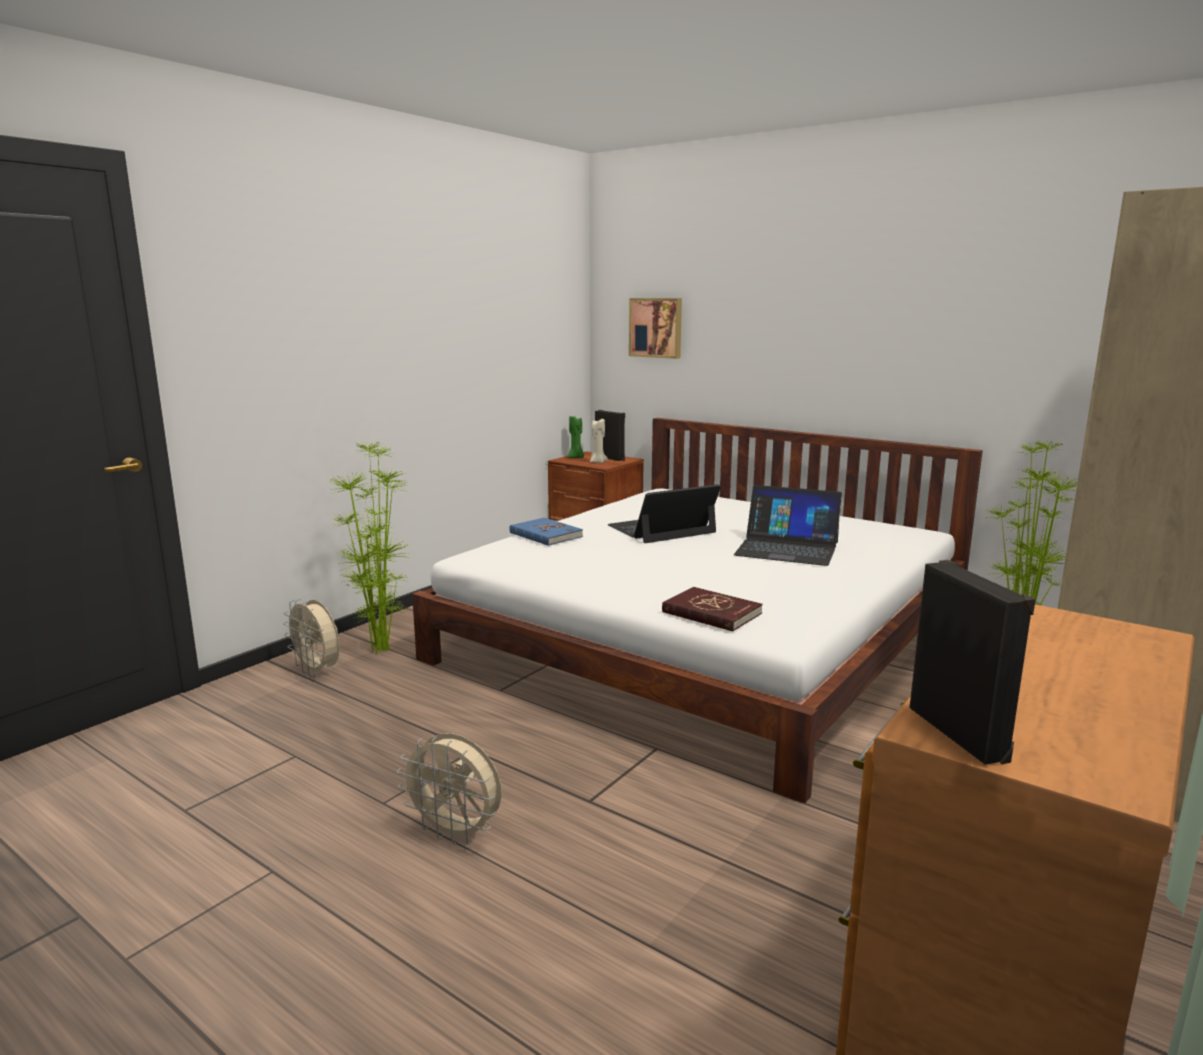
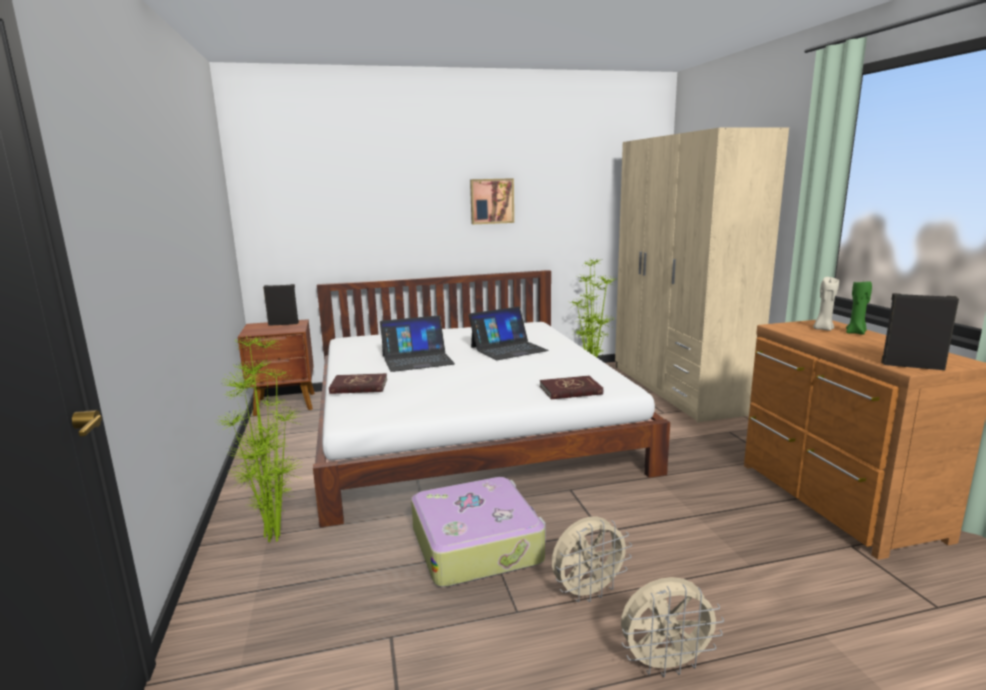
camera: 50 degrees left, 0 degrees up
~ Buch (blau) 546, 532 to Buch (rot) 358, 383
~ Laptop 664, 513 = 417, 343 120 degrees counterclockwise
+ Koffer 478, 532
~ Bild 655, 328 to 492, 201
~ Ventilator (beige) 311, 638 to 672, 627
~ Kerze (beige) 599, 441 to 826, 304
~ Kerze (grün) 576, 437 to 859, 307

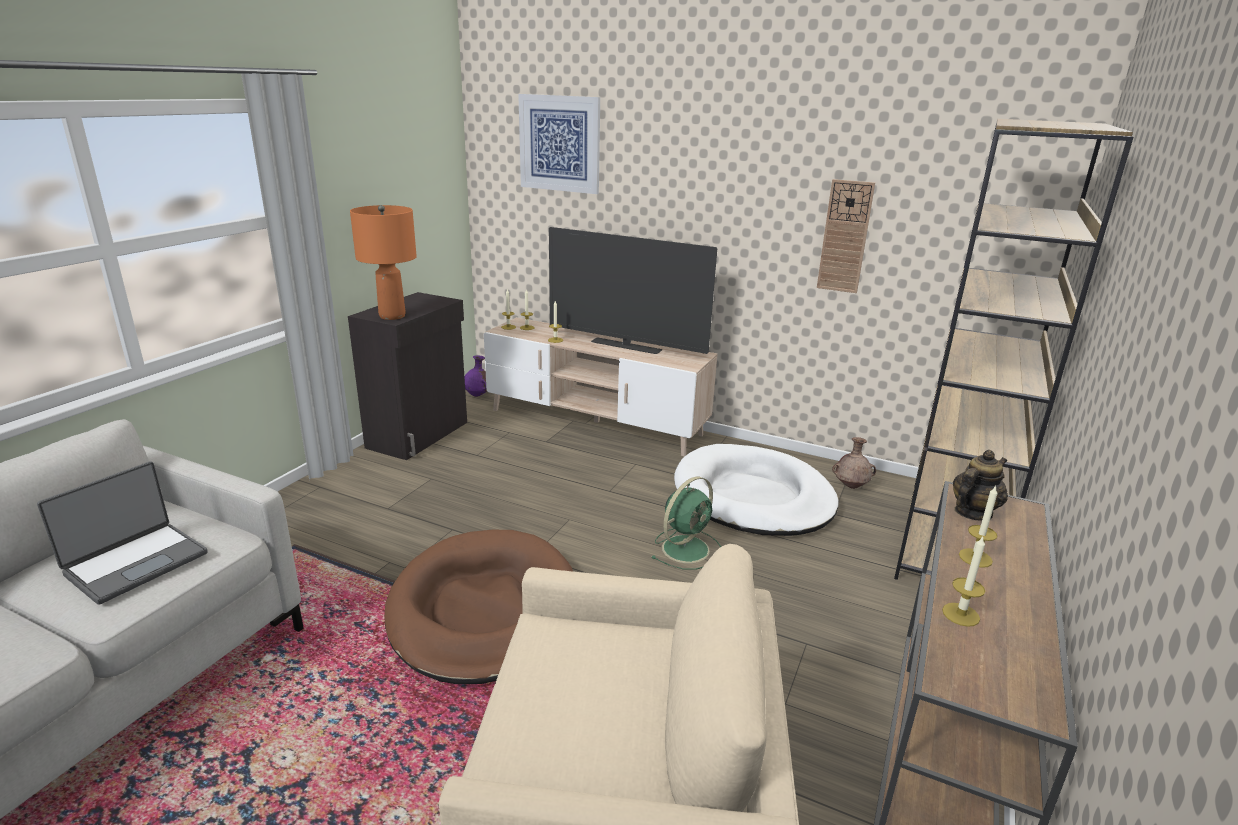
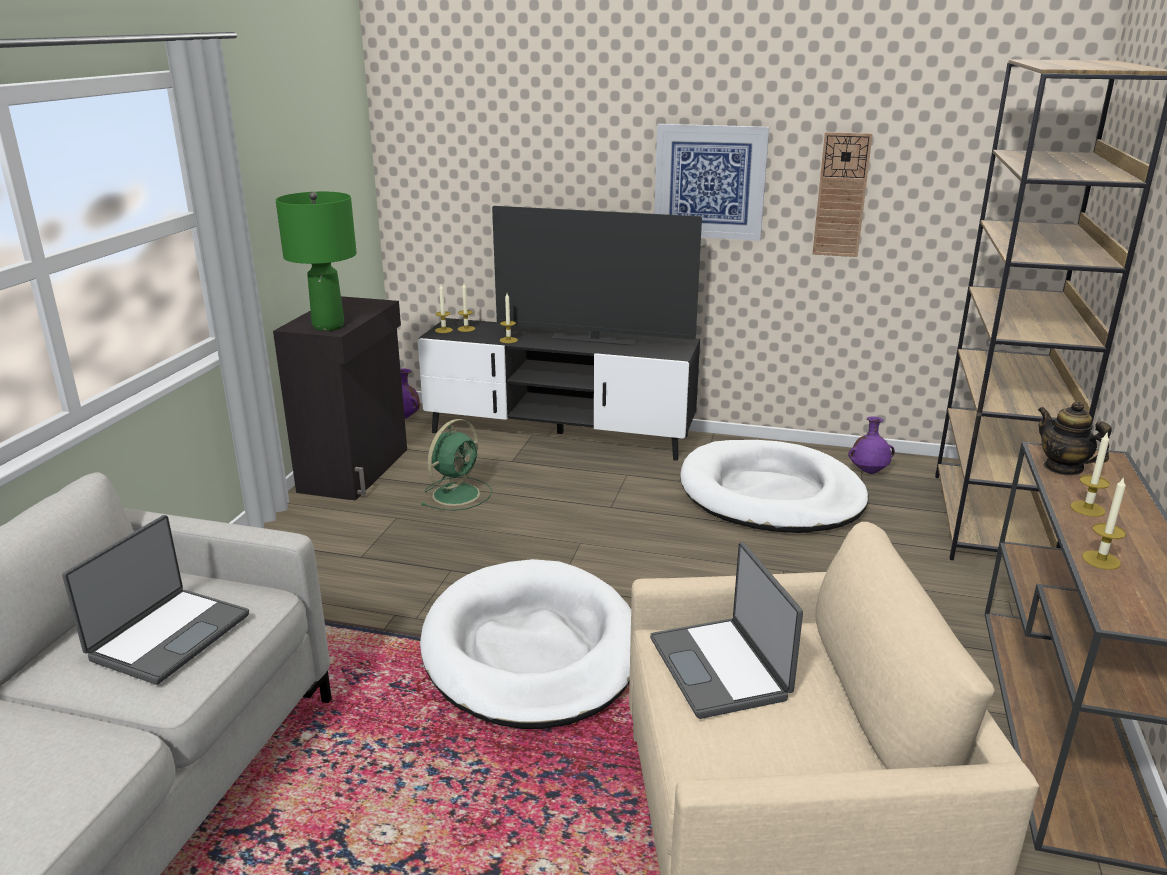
camera: 10 degrees left, 0 degrees up
~ Tischlampe (orange) 383, 262 to Tischlampe (grün) 316, 261
~ Fernsehschrank (beige) 601, 386 to Fernsehschrank (schwarz) 559, 389
~ Hundebett (braun) 478, 607 to Hundebett (weiß) 525, 644
~ Ventilator (grün) 686, 523 to 456, 465
+ Laptop 726, 630
~ Bild 559, 144 to 711, 182
~ Vase (braun) 854, 463 to Vase (lila) 871, 445
~ Teekanne 980, 485 = 1075, 438 75 degrees counterclockwise

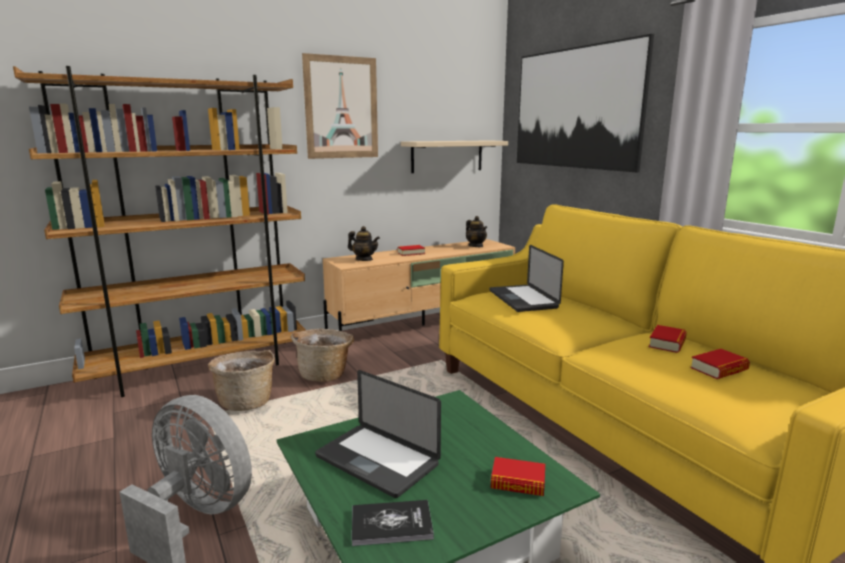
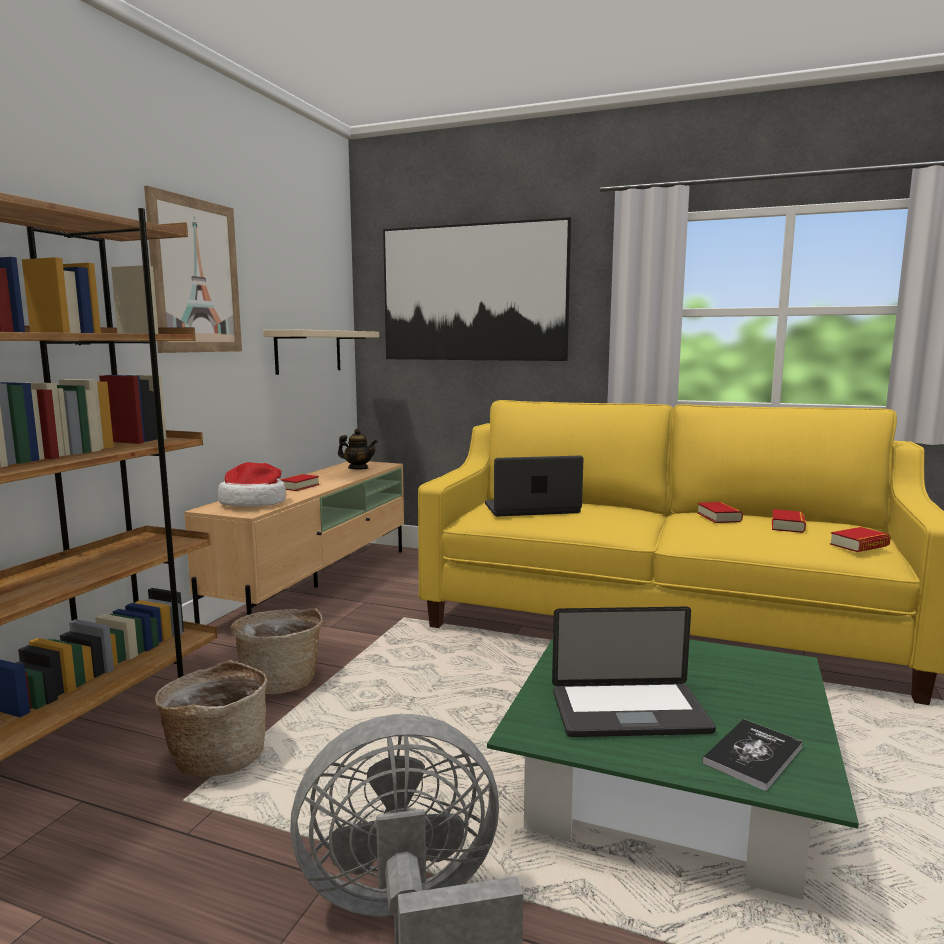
camera: 40 degrees left, 5 degrees down
~ Teekanne 364, 243 to Hut 252, 484
~ Laptop 527, 278 = 534, 486 135 degrees clockwise
~ Buch 518, 476 to 860, 539

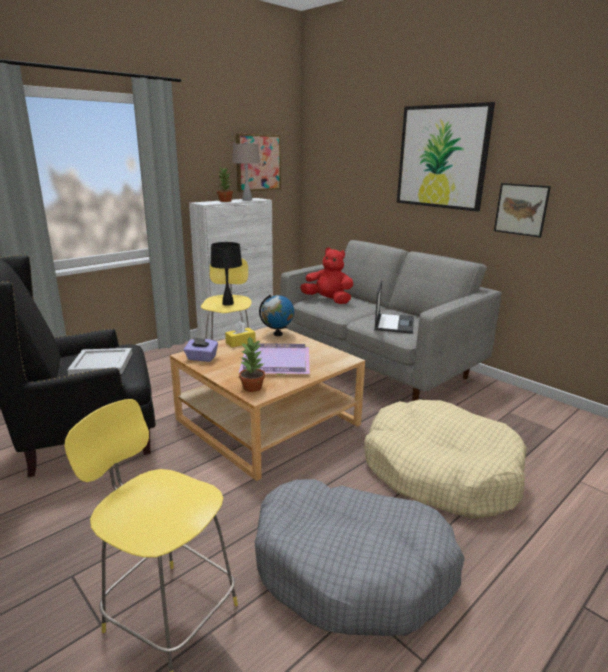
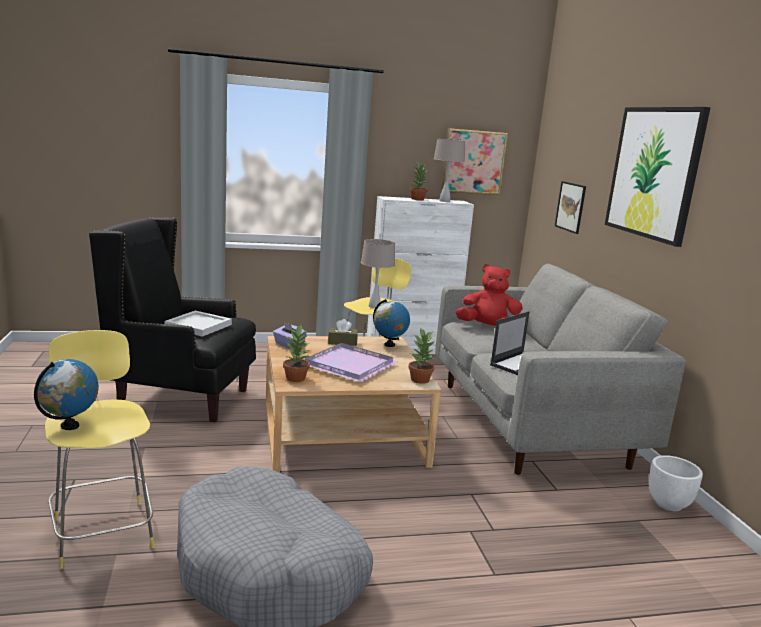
camera: 30 degrees right, 5 degrees down
+ Globus 66, 394
~ Taschentuchbox (gelb) 240, 334 to Taschentuchbox (braun) 343, 332
~ Tischlampe (schwarz) 226, 273 to Tischlampe (beige) 378, 273
+ Topfpflanze 421, 355
~ Plüschtier (rot) 326, 275 = 489, 295 45 degrees counterclockwise
~ Bild 522, 210 to 570, 207
+ Pflanzkübel (weiß) 676, 483
- Hundebett (beige) 445, 459

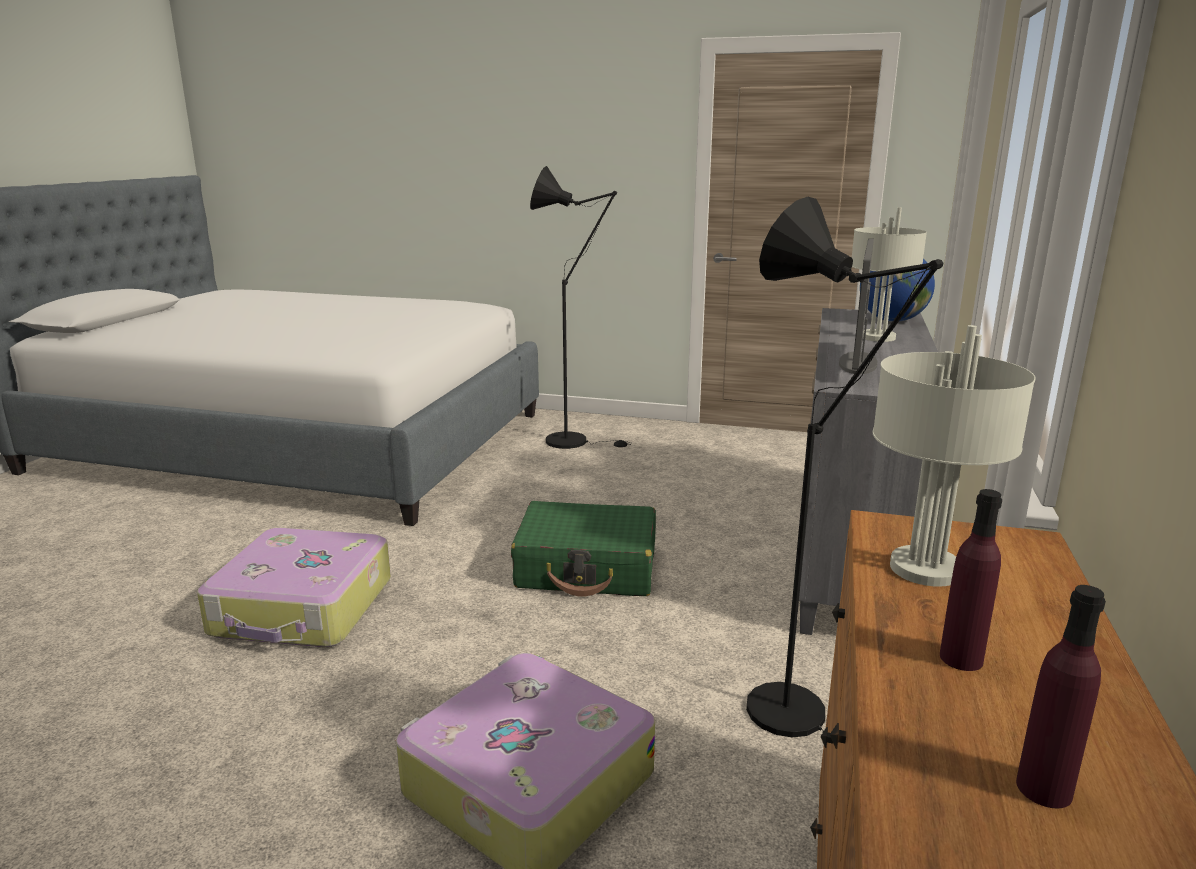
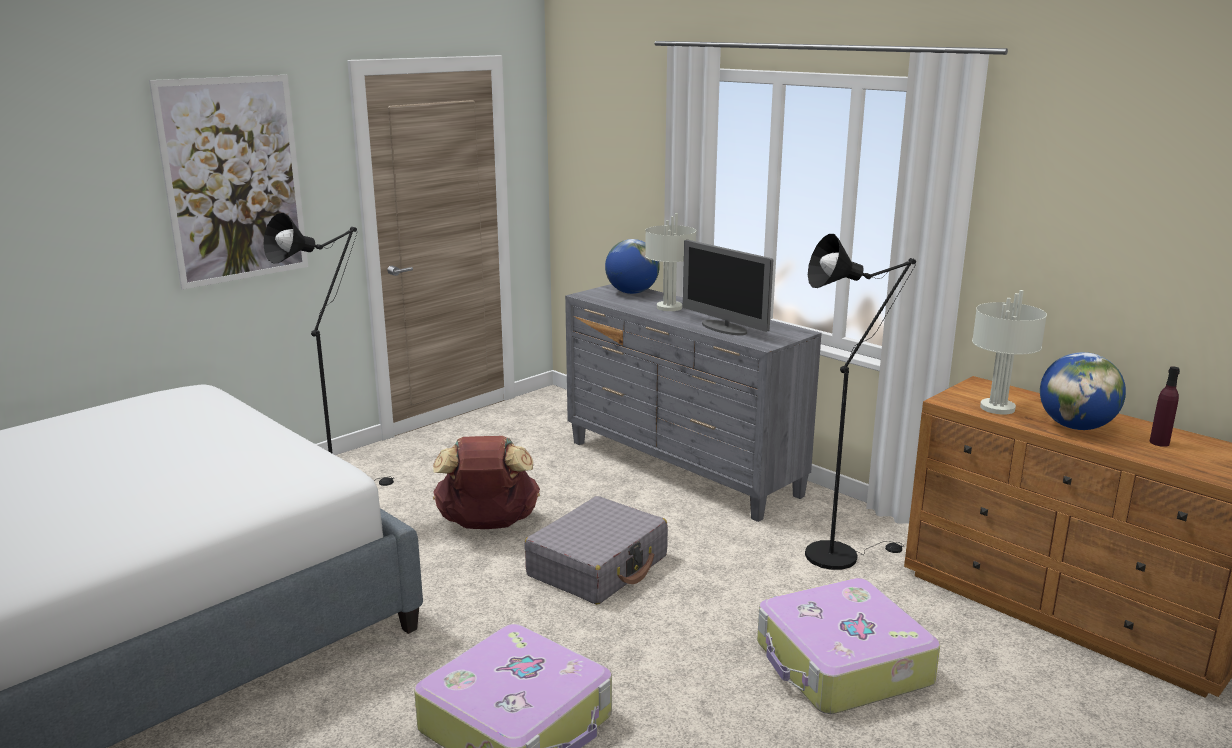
camera: 60 degrees left, 0 degrees up
+ Bild 228, 182
+ Rucksack (braun) 486, 482
~ Koffer (grün) 583, 549 to Koffer (grau) 596, 550
~ Flasche (lila) 971, 580 to Globus 1083, 391

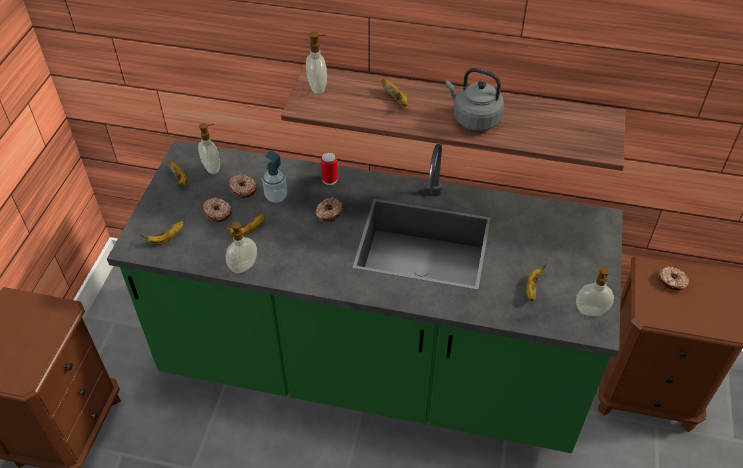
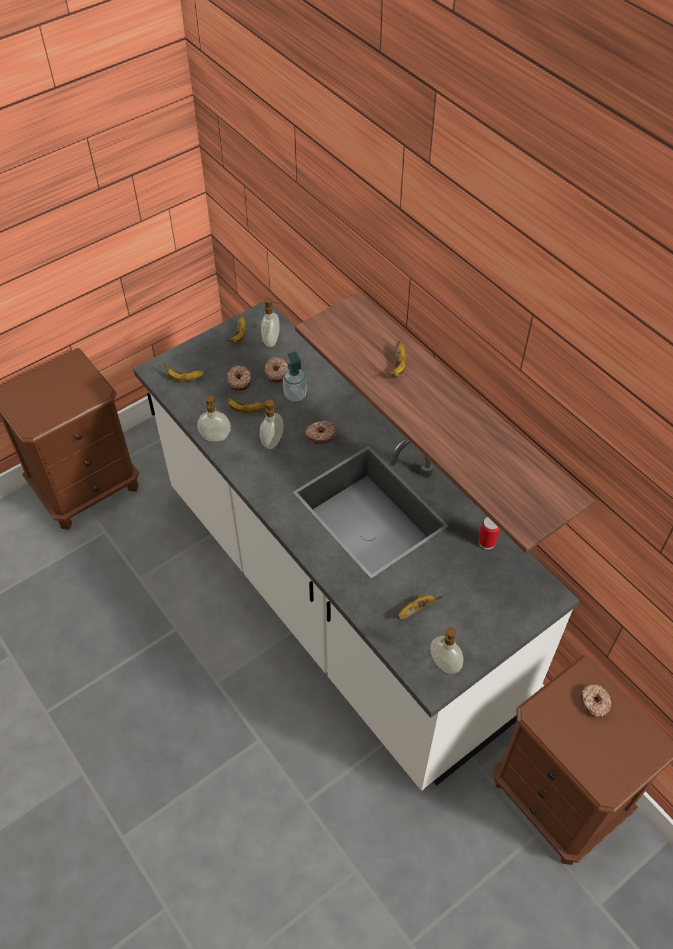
camera: 40 degrees right, 5 degrees up
~ Küchenzeile (grün) 365, 296 to Küchenzeile (weiß) 356, 546
~ Seifenspender 316, 63 to 271, 424
~ Dose 329, 168 to 489, 533
- Wasserkessel (grau) 475, 99

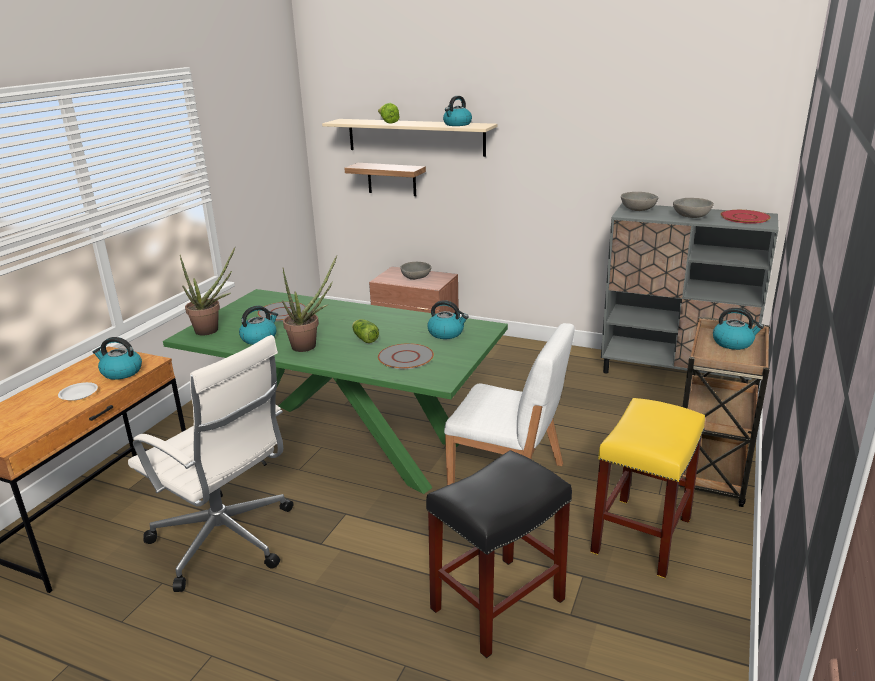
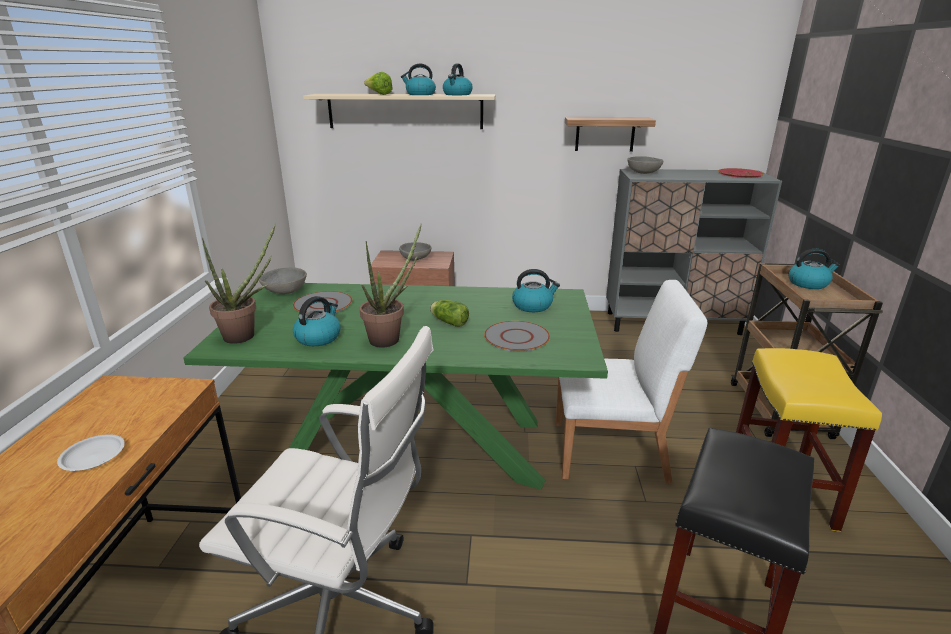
camera: 20 degrees left, 0 degrees up
~ Schüssel (grau) 693, 208 to 283, 281
~ Wasserkessel 117, 358 to 418, 79
~ Wandregal 385, 179 to 610, 134

